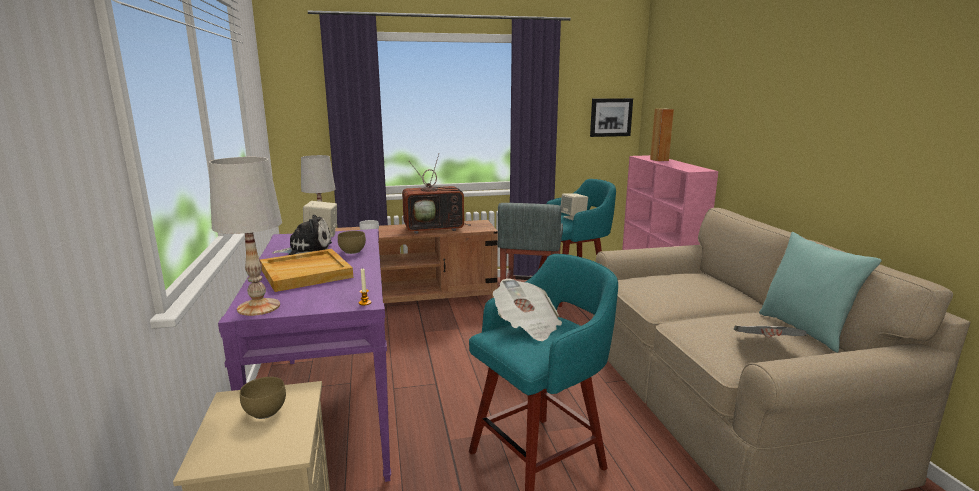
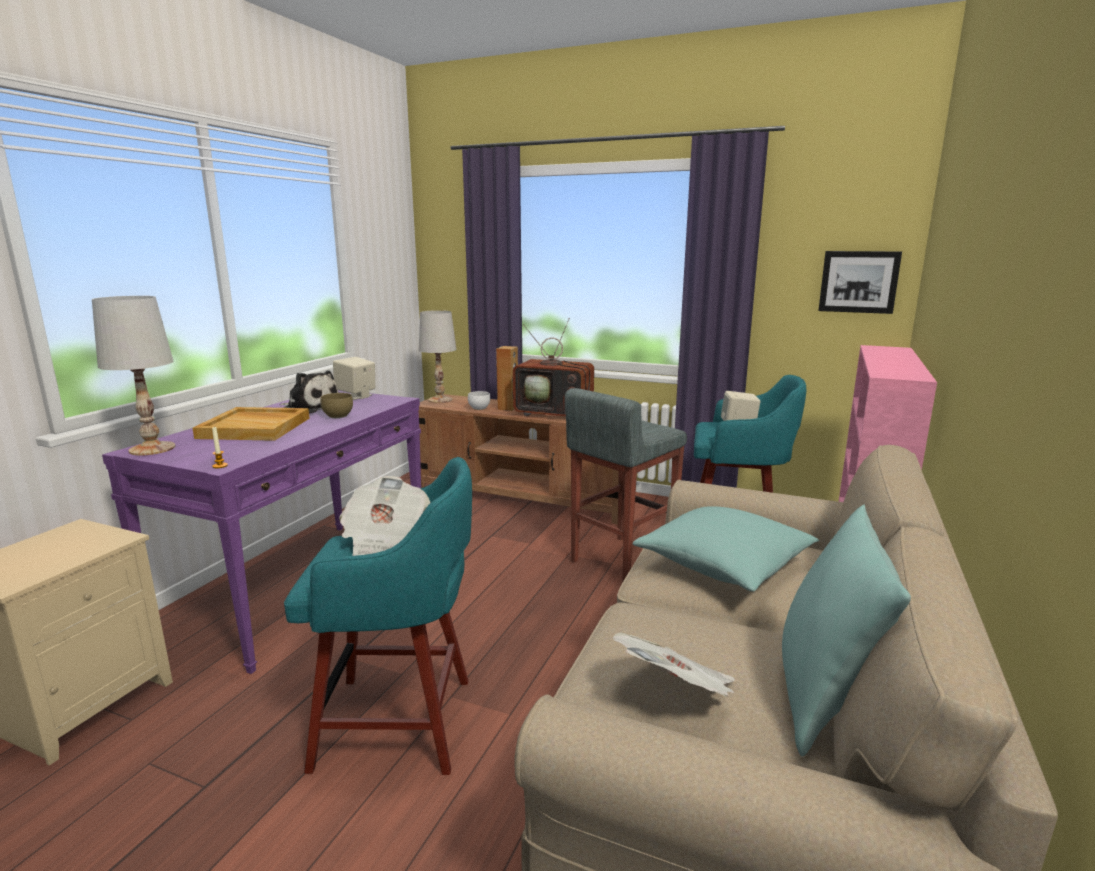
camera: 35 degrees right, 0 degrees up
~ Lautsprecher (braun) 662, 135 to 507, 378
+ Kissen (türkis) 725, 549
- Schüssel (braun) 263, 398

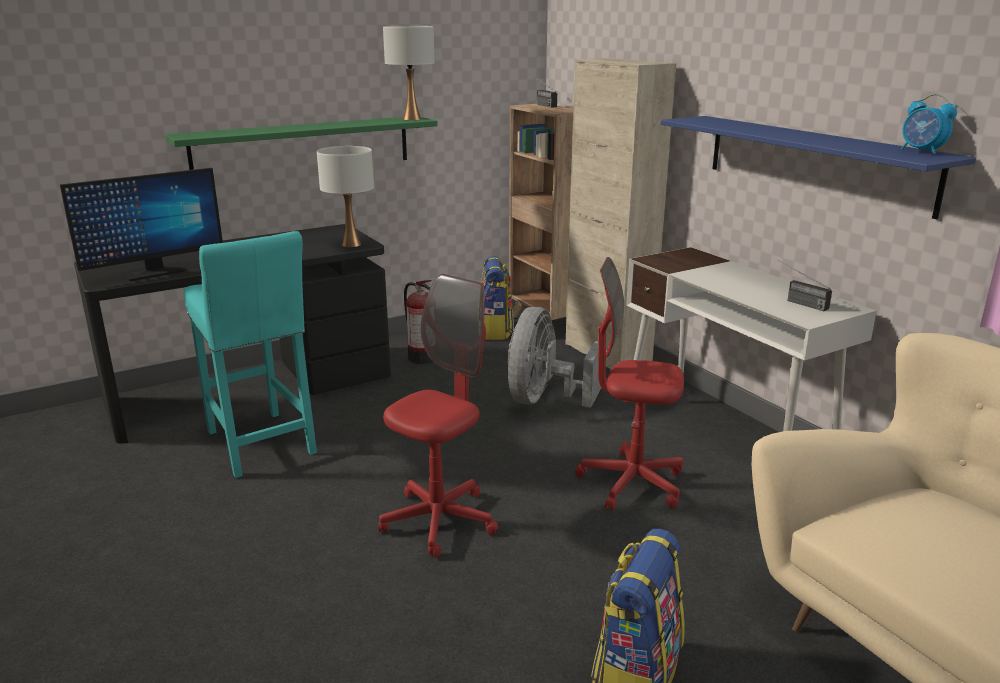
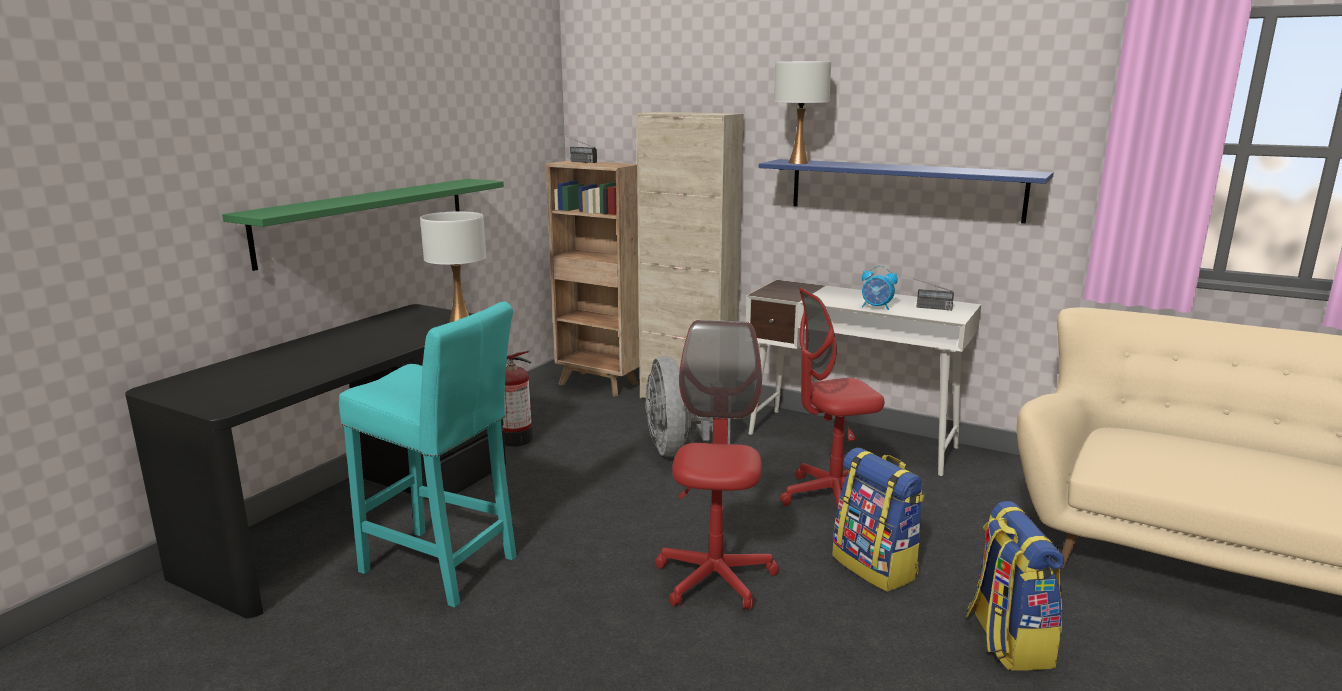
camera: 30 degrees left, 5 degrees down
~ Tischlampe (weiß) 409, 73 to 802, 112
~ Rucksack 497, 298 to 878, 520
~ Wecker 929, 124 to 880, 288
- Monitor 141, 224

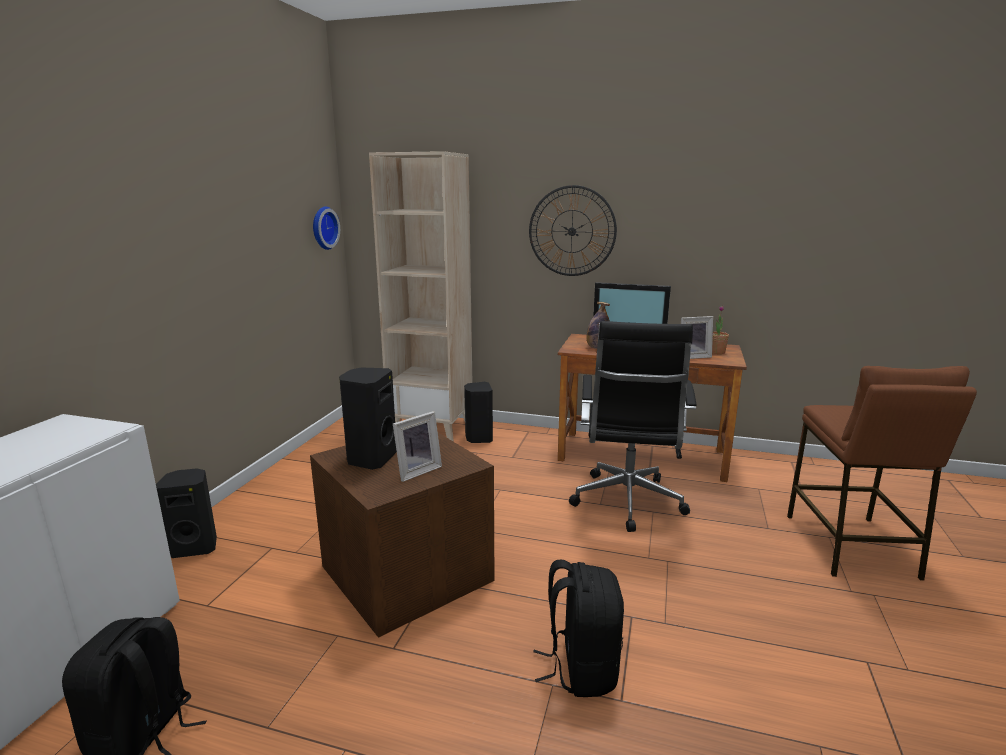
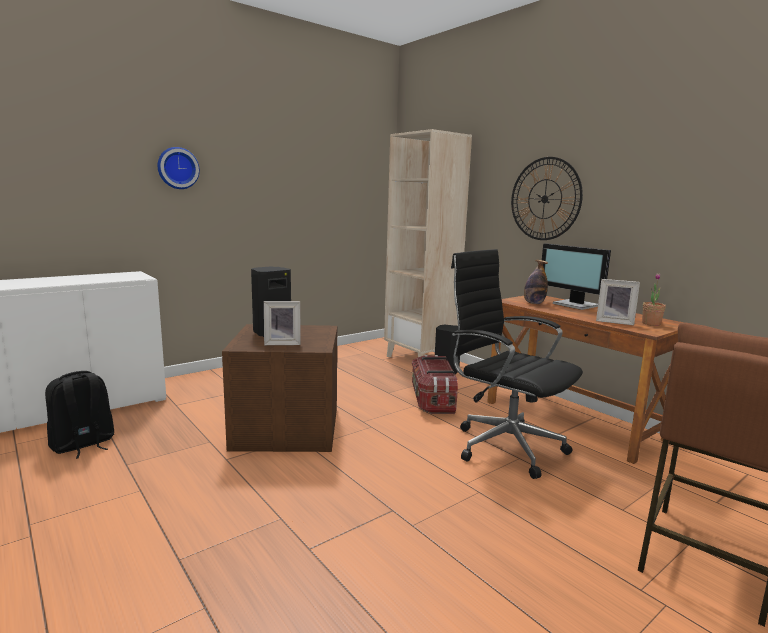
camera: 35 degrees right, 5 degrees down
~ Wanduhr 326, 228 to 179, 168
+ Aufbewahrungsbox 435, 384
~ Bürostuhl (schwarz) 632, 426 = 517, 364 90 degrees clockwise
- Lautsprecher (schwarz) 186, 513
- Rucksack (schwarz) 578, 628

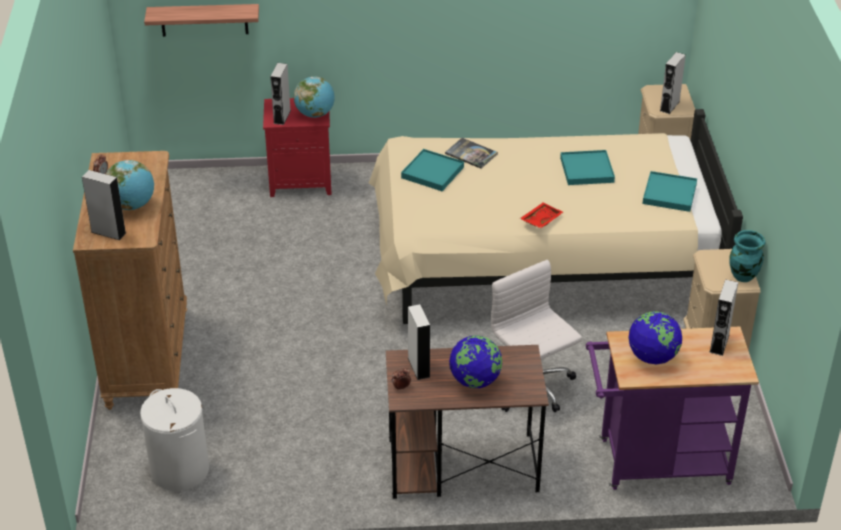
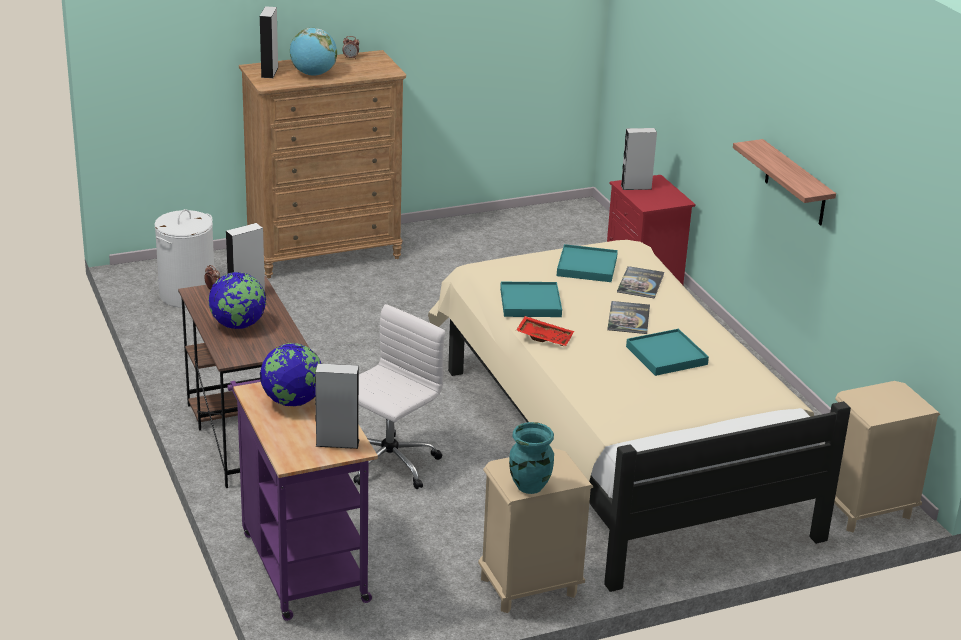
camera: 70 degrees right, 10 degrees down
~ Tablett (türkis) 670, 191 to 531, 299
+ Buch 628, 317
~ Wandregal 201, 20 to 784, 182
- Globus 314, 97
- Lautsprecher (grau) 673, 83

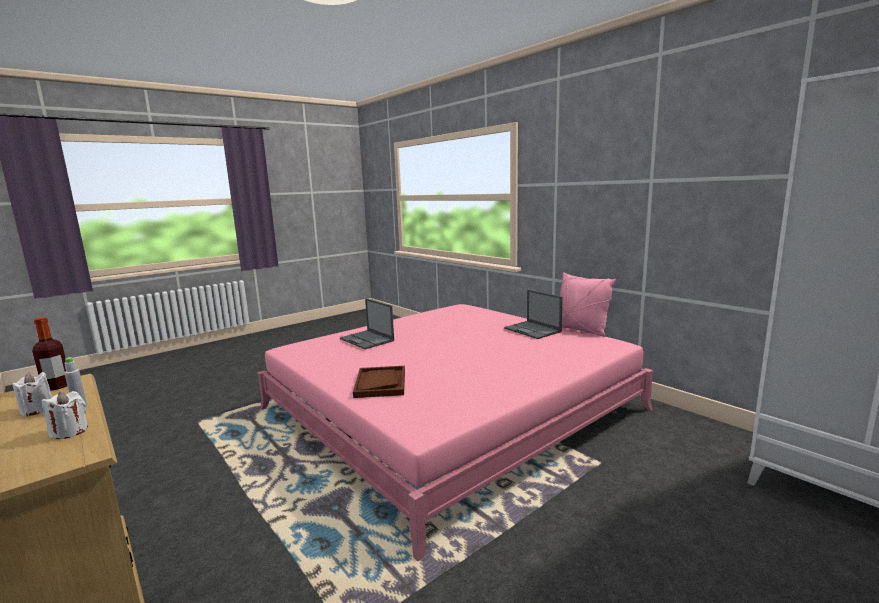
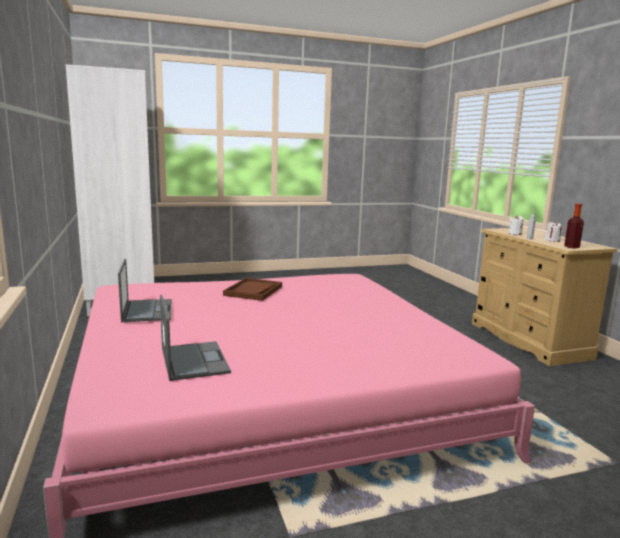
camera: 160 degrees left, 0 degrees up
~ Laptop 367, 324 to 195, 338
~ Tablett (braun) 379, 382 to 252, 289
- Kissen (rosa) 588, 304

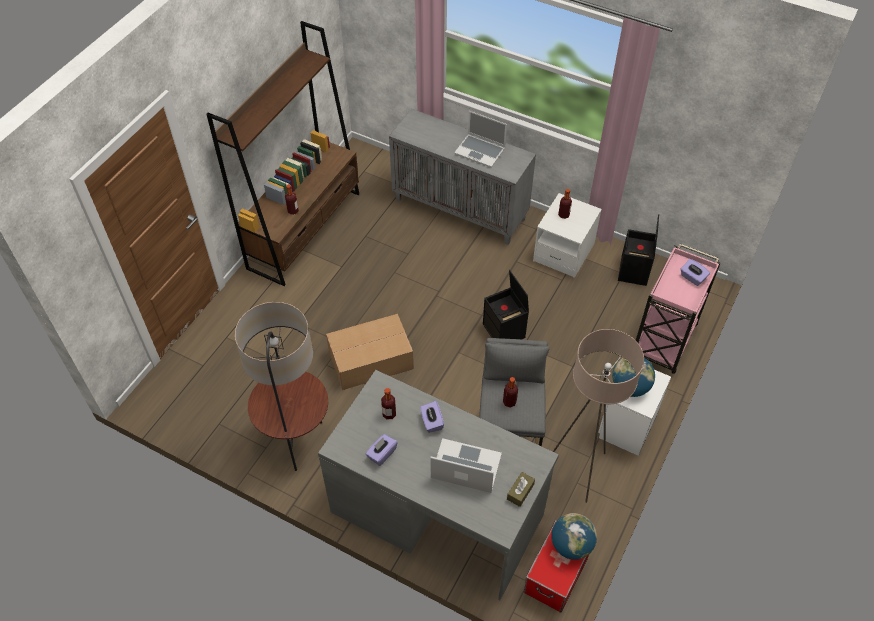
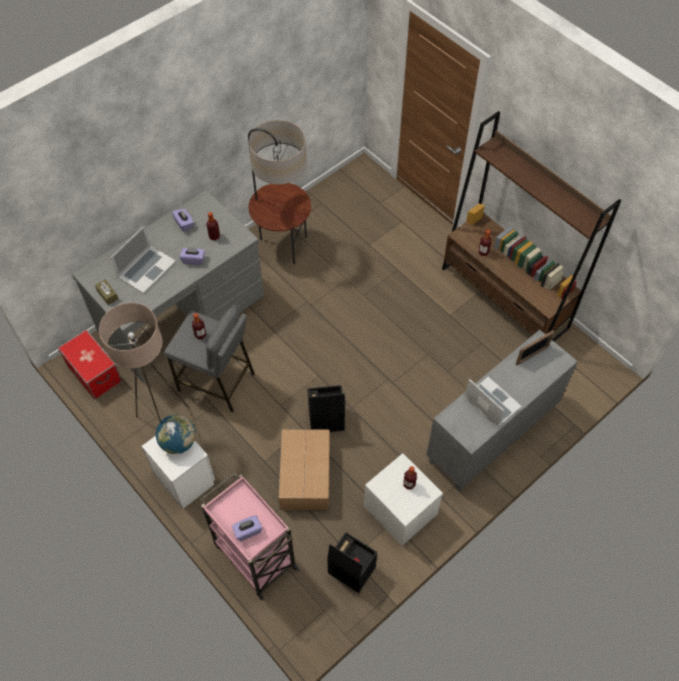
camera: 110 degrees right, 5 degrees up
~ Karton 370, 352 to 304, 469
~ Laptop 480, 139 = 493, 402 90 degrees clockwise
+ Bilderrahmen 535, 347
- Globus 574, 536

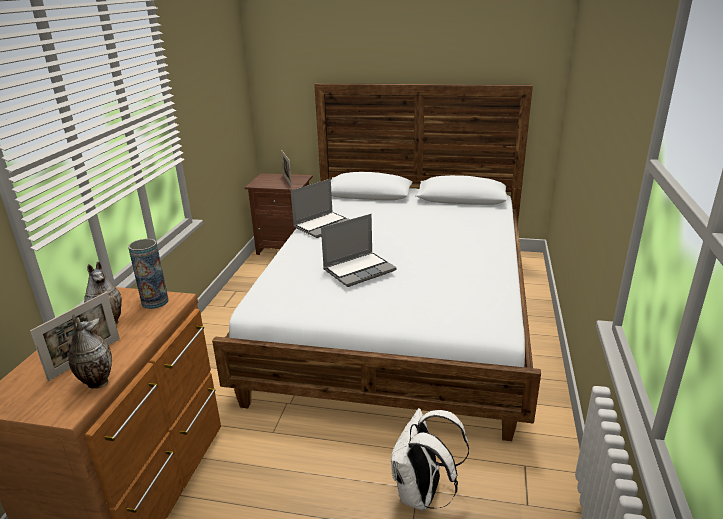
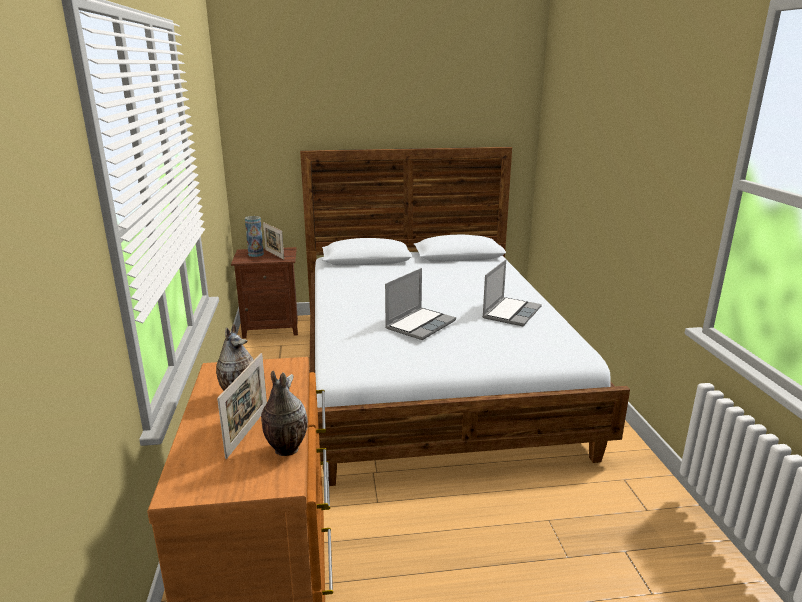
camera: 20 degrees left, 5 degrees down
~ Vase 148, 274 to 254, 236
~ Laptop 320, 208 to 512, 293
- Rucksack (weiß) 430, 459

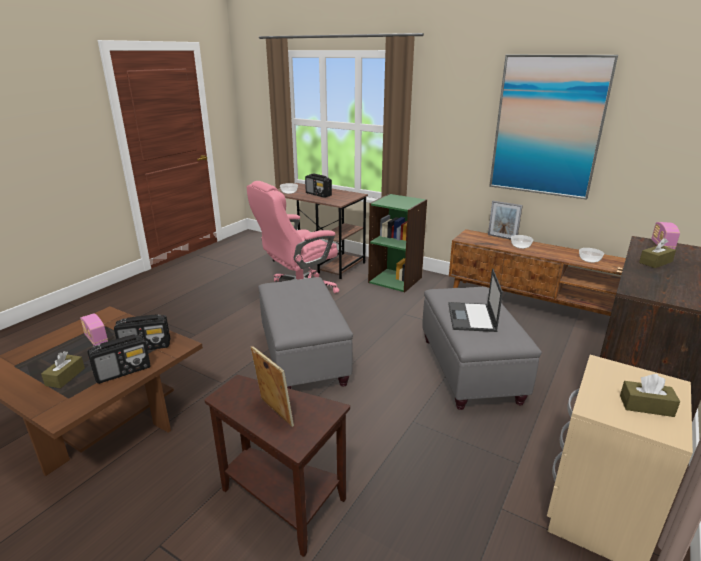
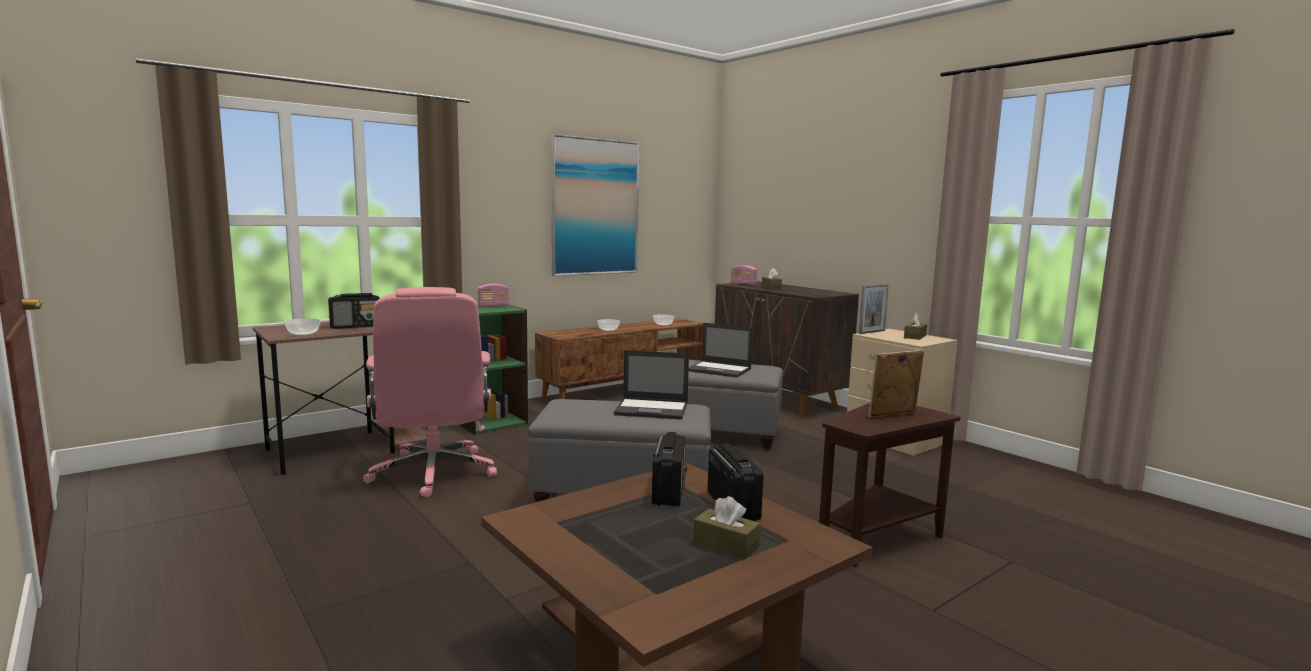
camera: 70 degrees left, 15 degrees down
~ Radio 94, 329 to 493, 295
+ Laptop 651, 385
~ Bilderrahmen 505, 220 to 874, 309

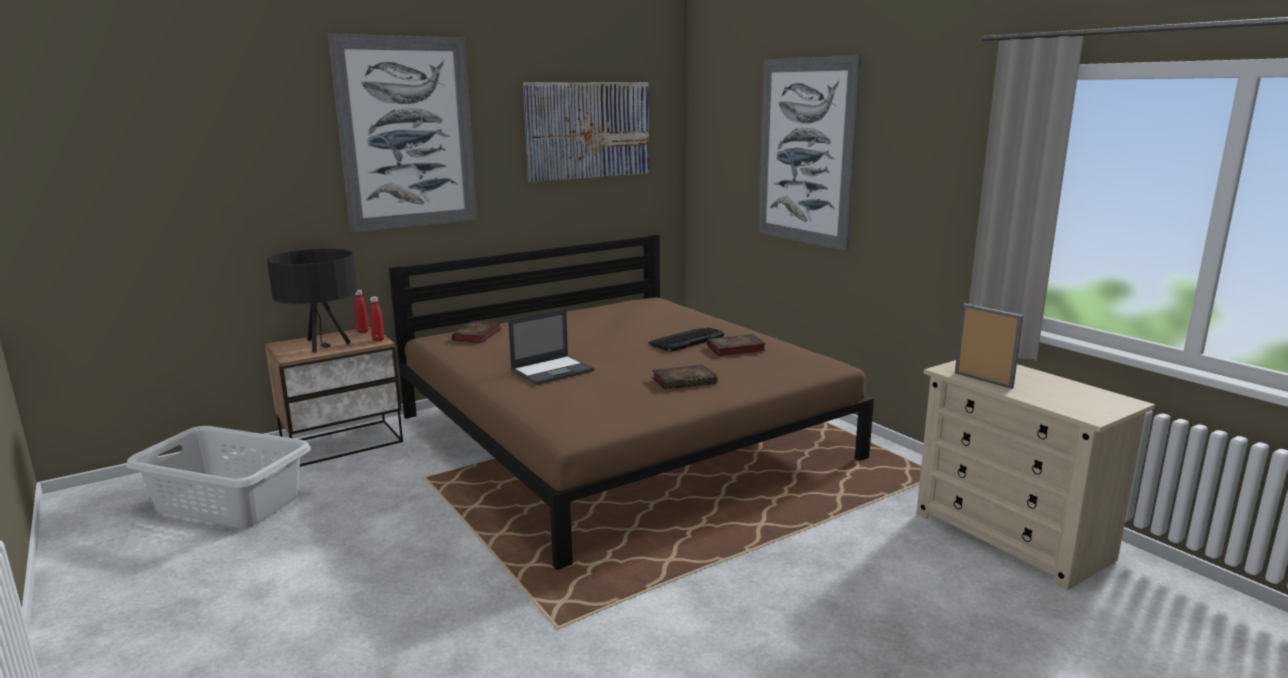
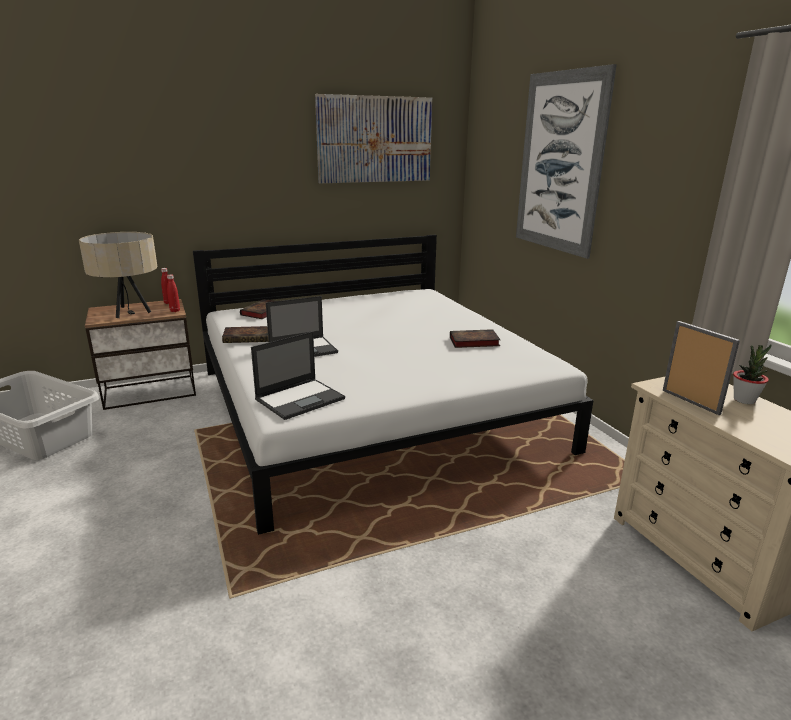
camera: 10 degrees right, 5 degrees up
~ Tischlampe (schwarz) 312, 300 to Tischlampe (beige) 118, 275
~ Bett (braun) 631, 402 to Bett (weiß) 393, 385
~ Buch 685, 377 to 245, 334
+ Laptop 298, 376
+ Topfpflanze 752, 374
- Bild 402, 133
- Tastatur 686, 339

